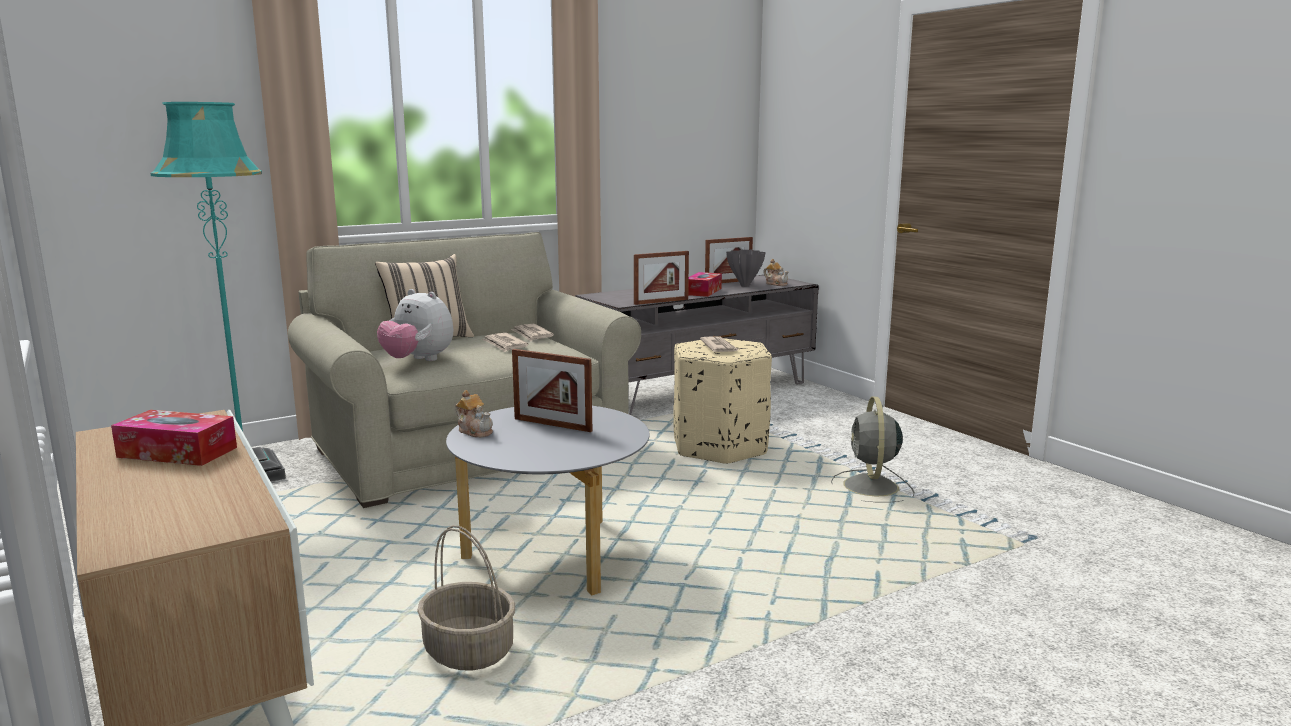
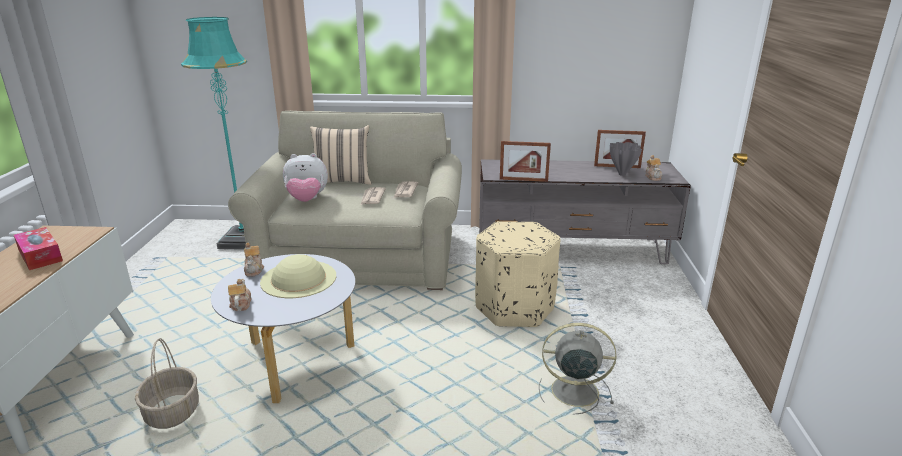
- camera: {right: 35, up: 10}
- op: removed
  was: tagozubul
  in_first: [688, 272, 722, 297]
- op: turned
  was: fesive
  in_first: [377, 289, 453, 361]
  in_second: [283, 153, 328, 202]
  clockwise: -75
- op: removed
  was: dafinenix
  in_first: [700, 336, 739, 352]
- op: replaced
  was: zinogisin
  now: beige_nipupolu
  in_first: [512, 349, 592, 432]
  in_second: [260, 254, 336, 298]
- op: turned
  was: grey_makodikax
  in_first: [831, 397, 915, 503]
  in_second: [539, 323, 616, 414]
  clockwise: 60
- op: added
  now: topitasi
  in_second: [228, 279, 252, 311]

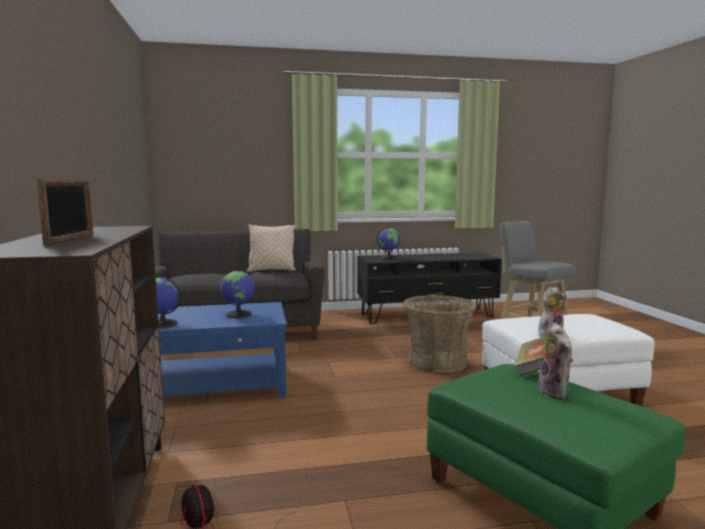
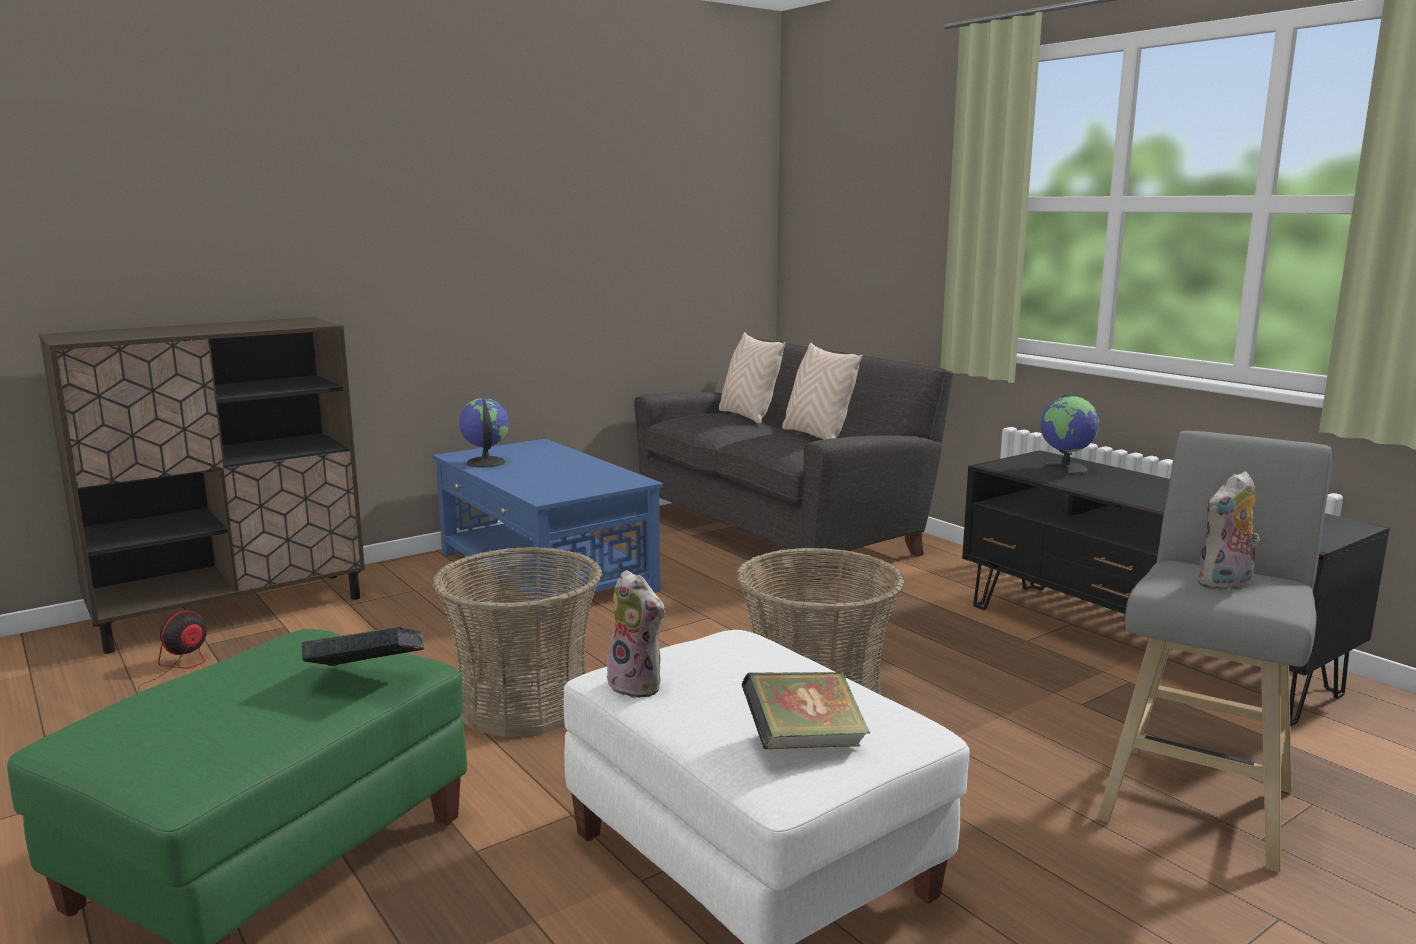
- camera: {right: 65, up: 5}
- op: removed
  was: zinogisin
  in_first: [37, 179, 94, 246]
- op: removed
  was: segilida
  in_first: [221, 270, 254, 318]
- op: moved
  was: fesive
  in_first: [538, 323, 573, 399]
  in_second: [1196, 471, 1260, 591]
- op: added
  now: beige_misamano
  in_second: [719, 332, 786, 424]
- op: added
  now: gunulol
  in_second: [432, 547, 603, 737]
- op: added
  now: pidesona
  in_second: [742, 672, 870, 749]

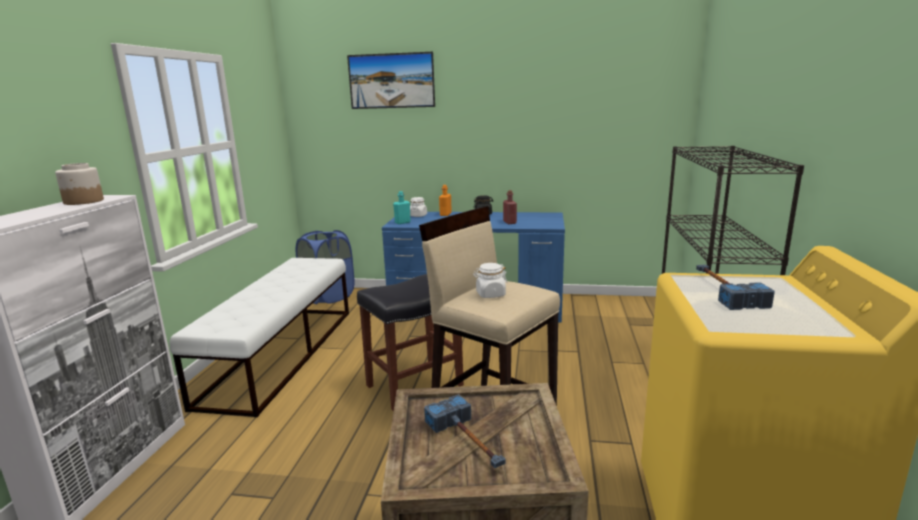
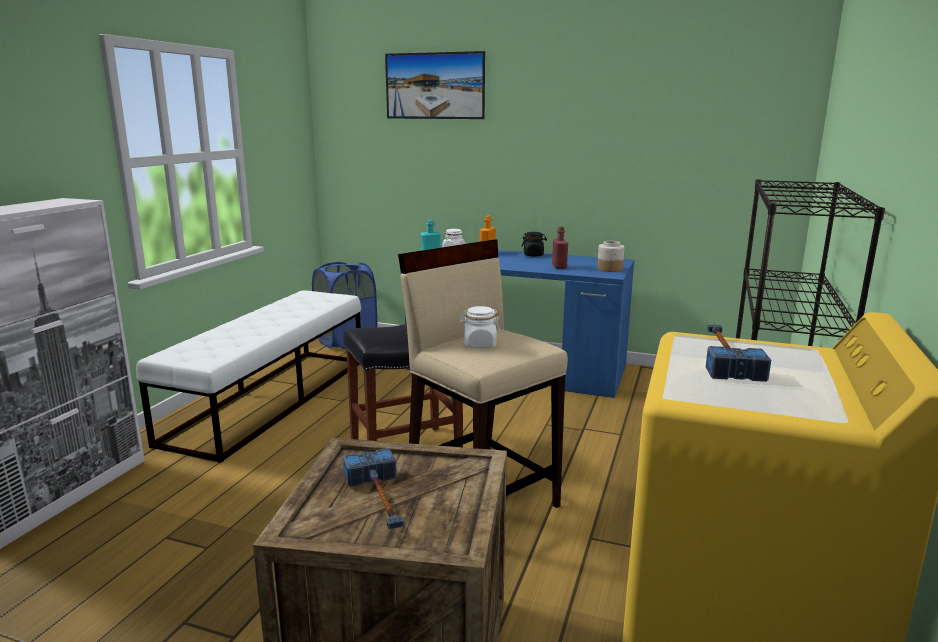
- camera: {right: 10, up: 0}
- op: moved
  was: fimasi
  in_first: [55, 163, 104, 205]
  in_second: [597, 241, 624, 272]

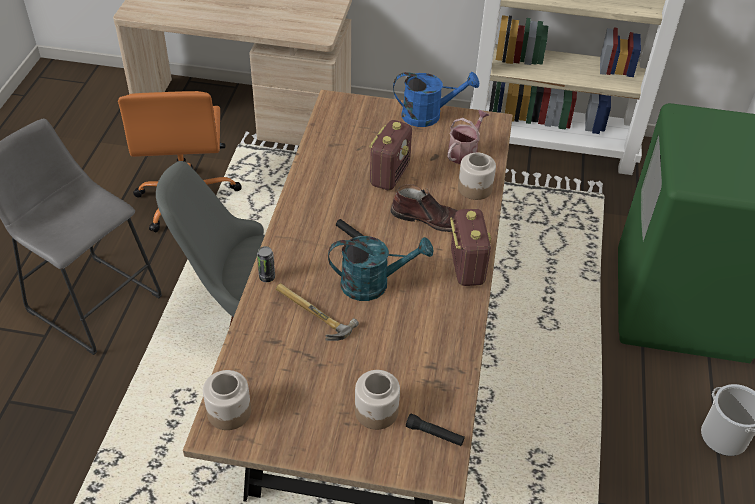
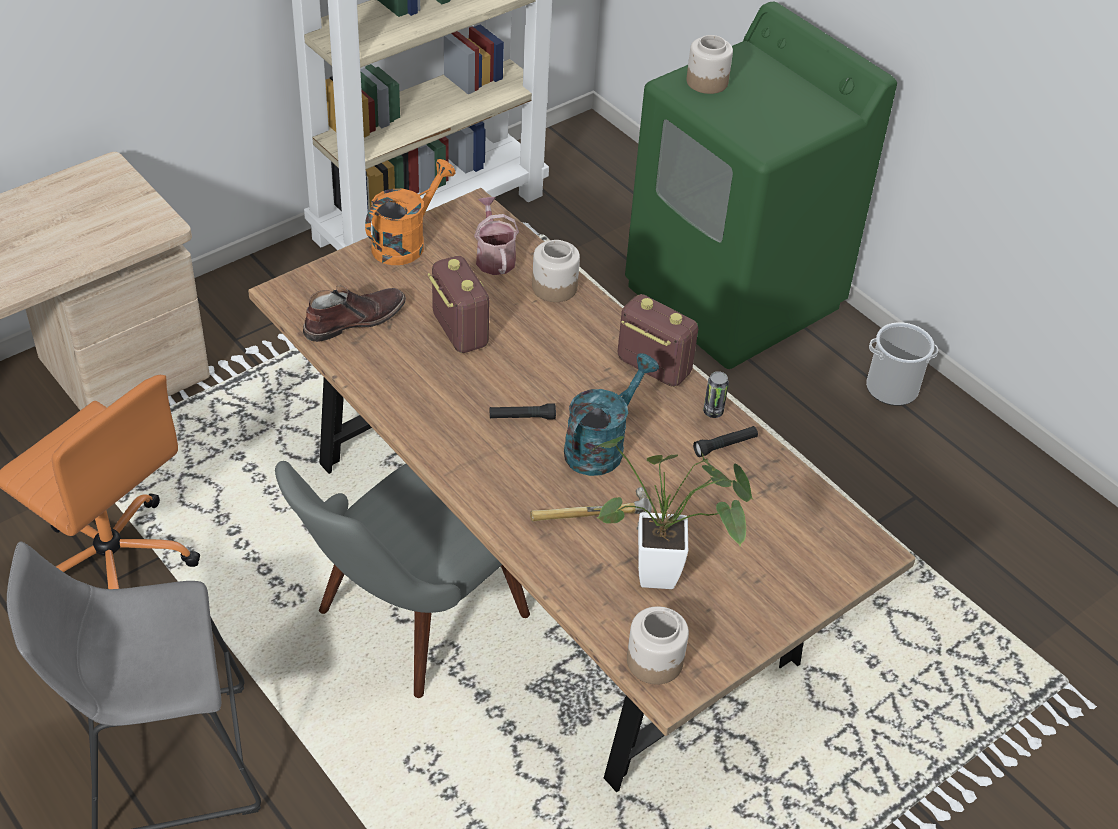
- camera: {right: -50, up: 0}
- op: recoloured
  was: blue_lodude
  now: orange_lodude
  in_first: [393, 72, 479, 127]
  in_second: [365, 159, 456, 265]
- op: moved
  was: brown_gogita
  in_first: [391, 184, 458, 232]
  in_second: [303, 285, 406, 342]
- op: moved
  was: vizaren
  in_first: [257, 246, 275, 282]
  in_second: [703, 371, 729, 418]
- op: moved
  was: fimasi
  in_first: [355, 370, 400, 430]
  in_second: [686, 35, 733, 94]
- op: moved
  was: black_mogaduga
  in_first: [406, 414, 465, 446]
  in_second: [693, 426, 758, 457]
- op: added
  now: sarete
  in_second: [592, 436, 753, 589]

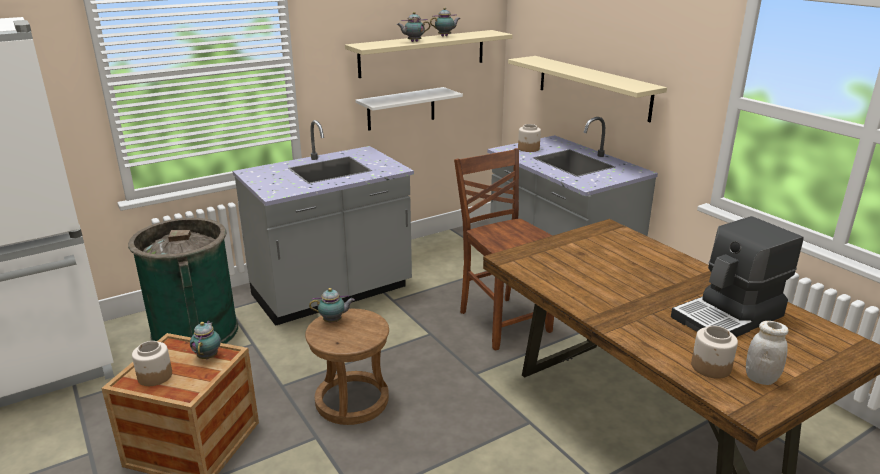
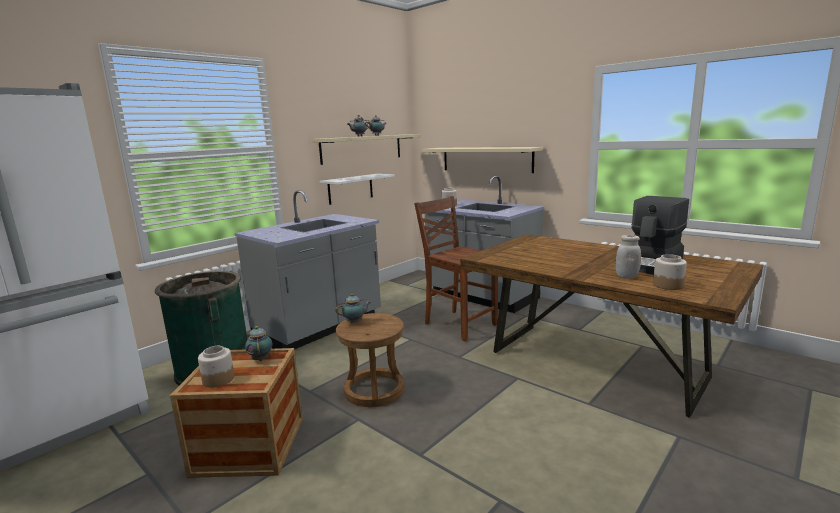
- camera: {right: -15, up: -10}
- op: moved
  was: white_fimasi
  in_first: [746, 321, 789, 385]
  in_second: [616, 235, 641, 279]

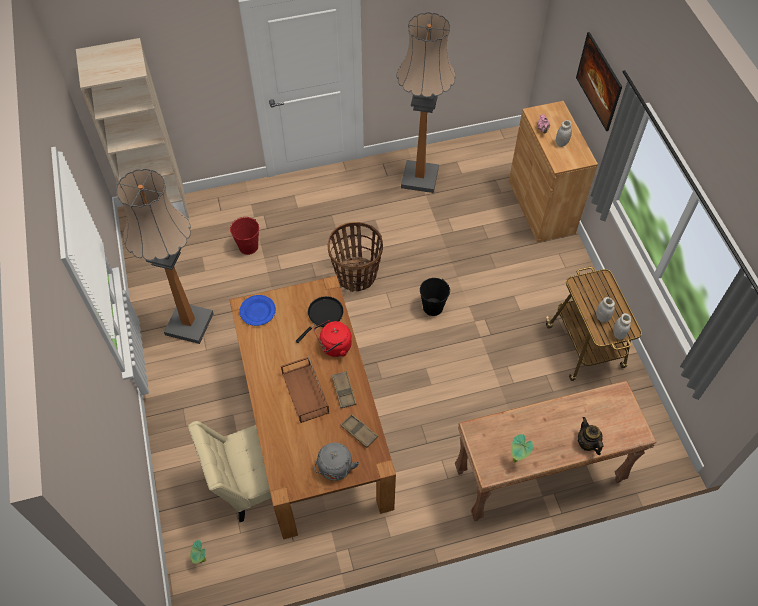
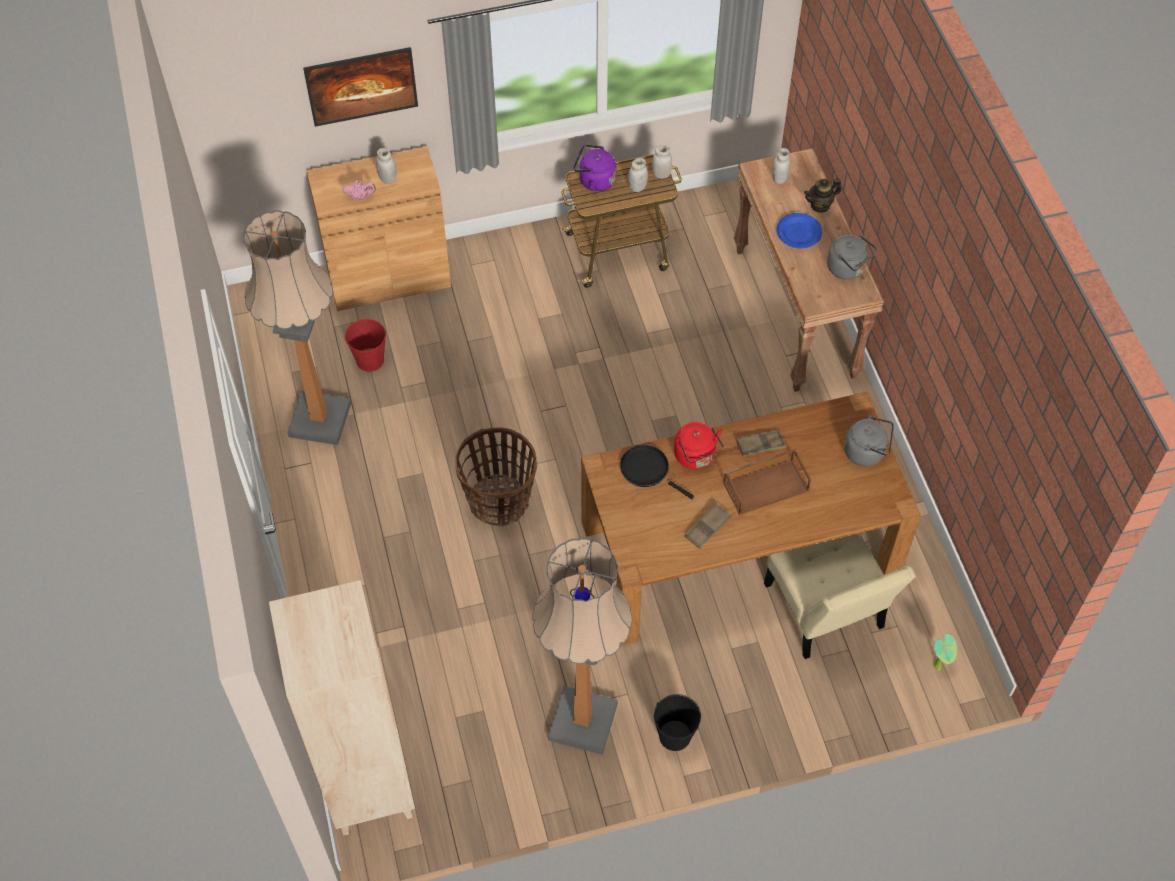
- camera: {right: -90, up: 0}
- op: moved
  was: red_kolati
  in_first: [230, 217, 259, 255]
  in_second: [345, 319, 386, 372]
- op: moved
  was: black_kolati
  in_first: [420, 278, 450, 316]
  in_second: [654, 694, 701, 751]
- op: moved
  was: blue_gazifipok
  in_first: [239, 295, 276, 326]
  in_second: [777, 213, 822, 249]
- op: moved
  was: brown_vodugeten
  in_first: [341, 414, 378, 448]
  in_second: [684, 503, 732, 549]
- op: replaced
  was: sarete
  now: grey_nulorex
  in_first: [511, 434, 533, 463]
  in_second: [827, 235, 877, 280]
- op: added
  now: purple_nulorex
  in_second: [574, 144, 616, 192]
- op: added
  now: white_fimasi
  in_second: [772, 148, 790, 184]

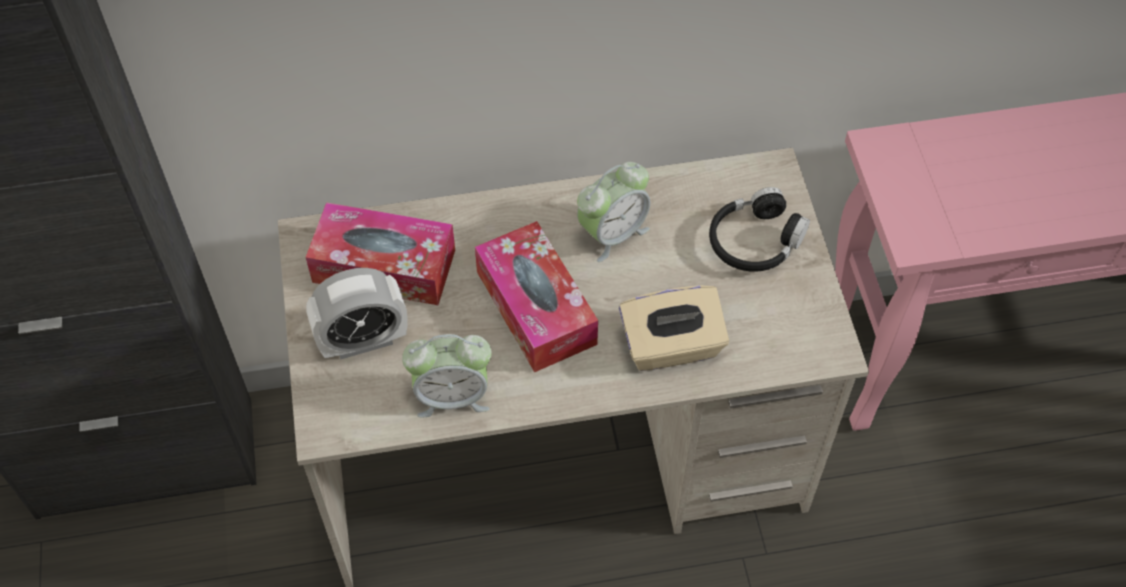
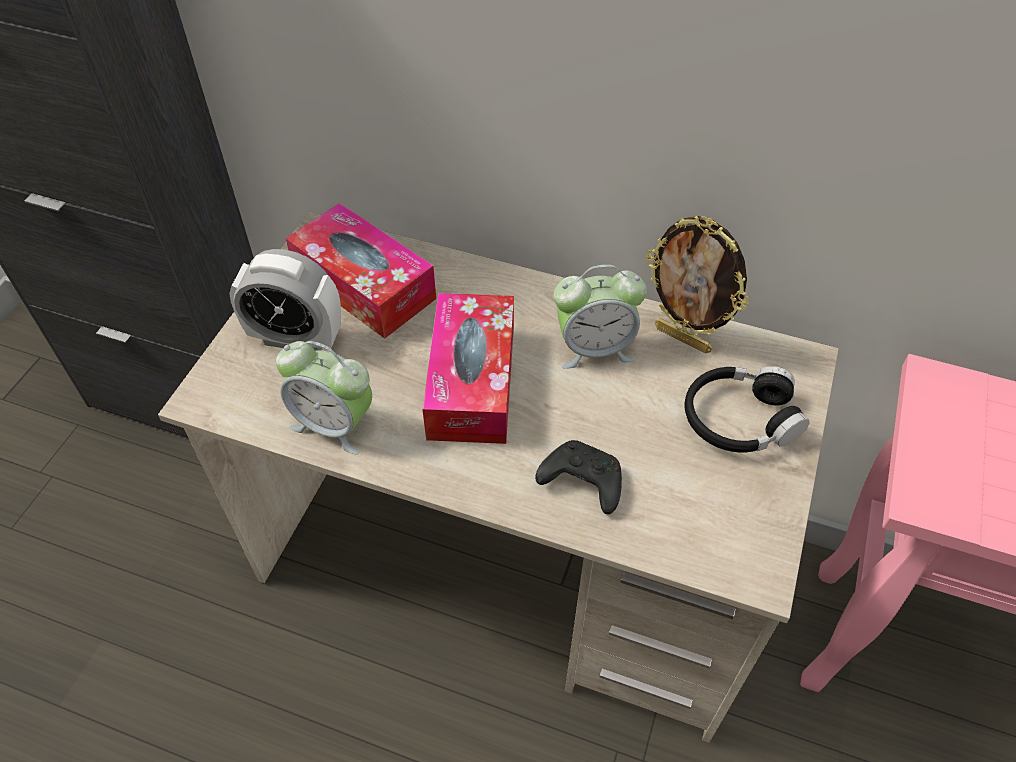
- camera: {right: 30, up: -5}
- op: replaced
  was: beige_tagozubul
  now: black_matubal
  in_first: [619, 285, 729, 371]
  in_second: [535, 440, 622, 514]
- op: added
  now: zinogisin
  in_second: [646, 216, 749, 354]

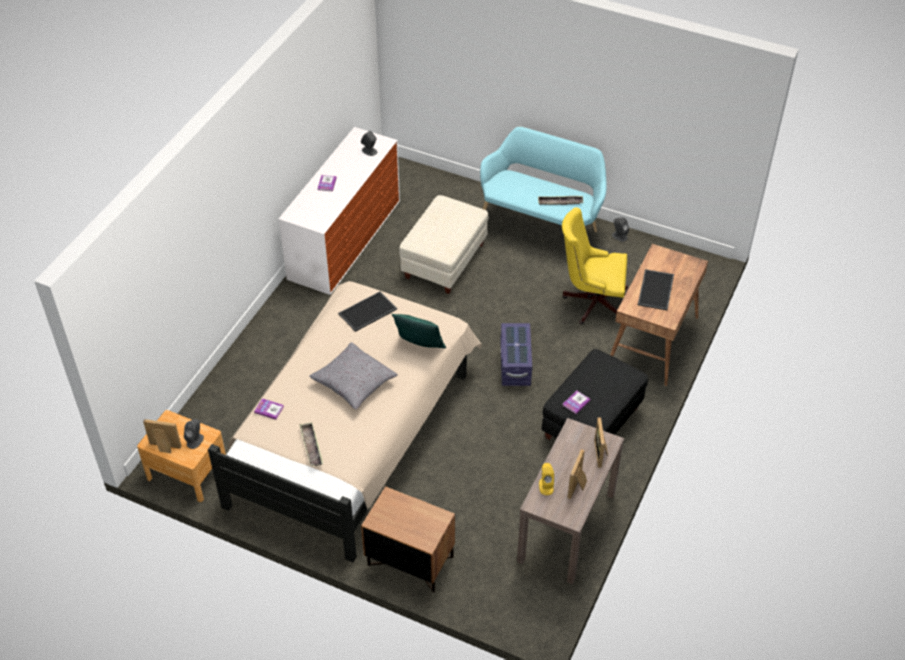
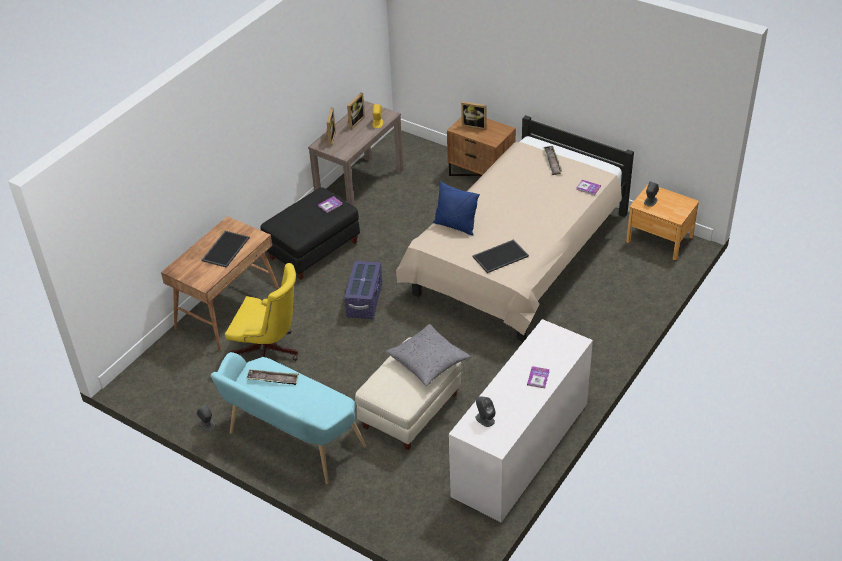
- camera: {right: -170, up: -5}
- op: recoloured
  was: green_misamano
  now: blue_misamano
  in_first: [392, 314, 446, 348]
  in_second: [433, 181, 480, 235]
- op: moved
  was: grey_misamano
  in_first: [309, 342, 398, 410]
  in_second: [386, 324, 470, 386]
- op: moved
  was: zinogisin
  in_first: [143, 419, 181, 453]
  in_second: [461, 101, 486, 130]

